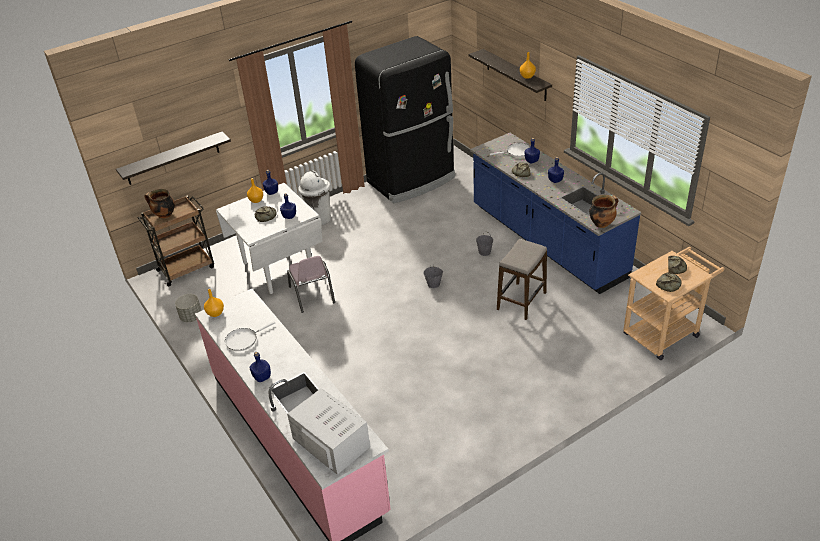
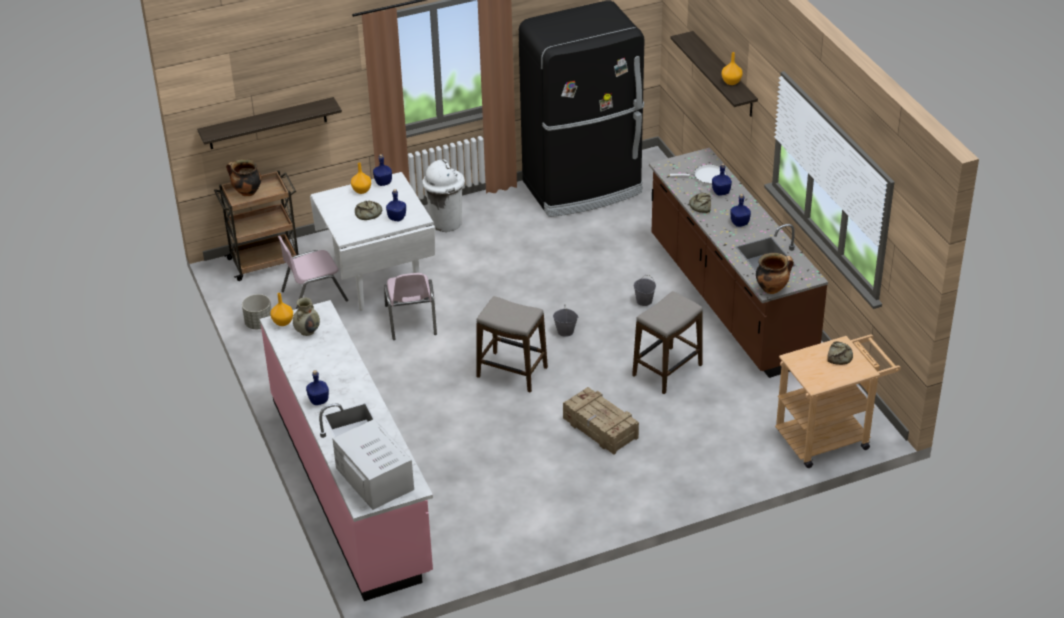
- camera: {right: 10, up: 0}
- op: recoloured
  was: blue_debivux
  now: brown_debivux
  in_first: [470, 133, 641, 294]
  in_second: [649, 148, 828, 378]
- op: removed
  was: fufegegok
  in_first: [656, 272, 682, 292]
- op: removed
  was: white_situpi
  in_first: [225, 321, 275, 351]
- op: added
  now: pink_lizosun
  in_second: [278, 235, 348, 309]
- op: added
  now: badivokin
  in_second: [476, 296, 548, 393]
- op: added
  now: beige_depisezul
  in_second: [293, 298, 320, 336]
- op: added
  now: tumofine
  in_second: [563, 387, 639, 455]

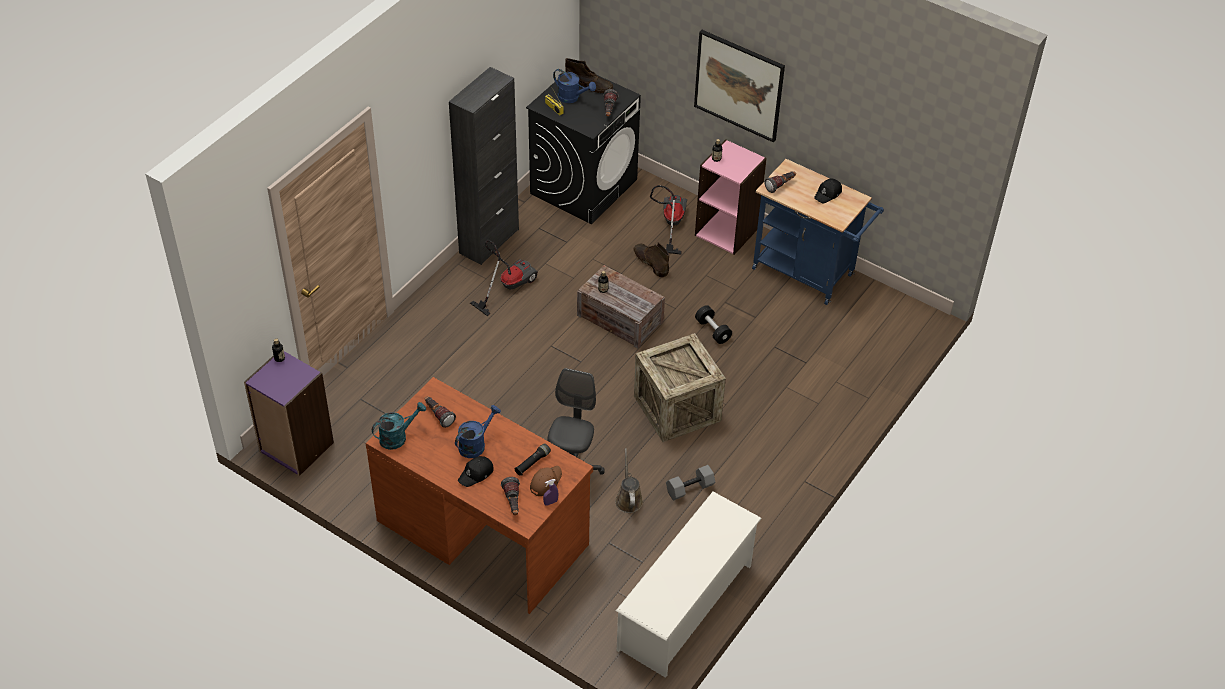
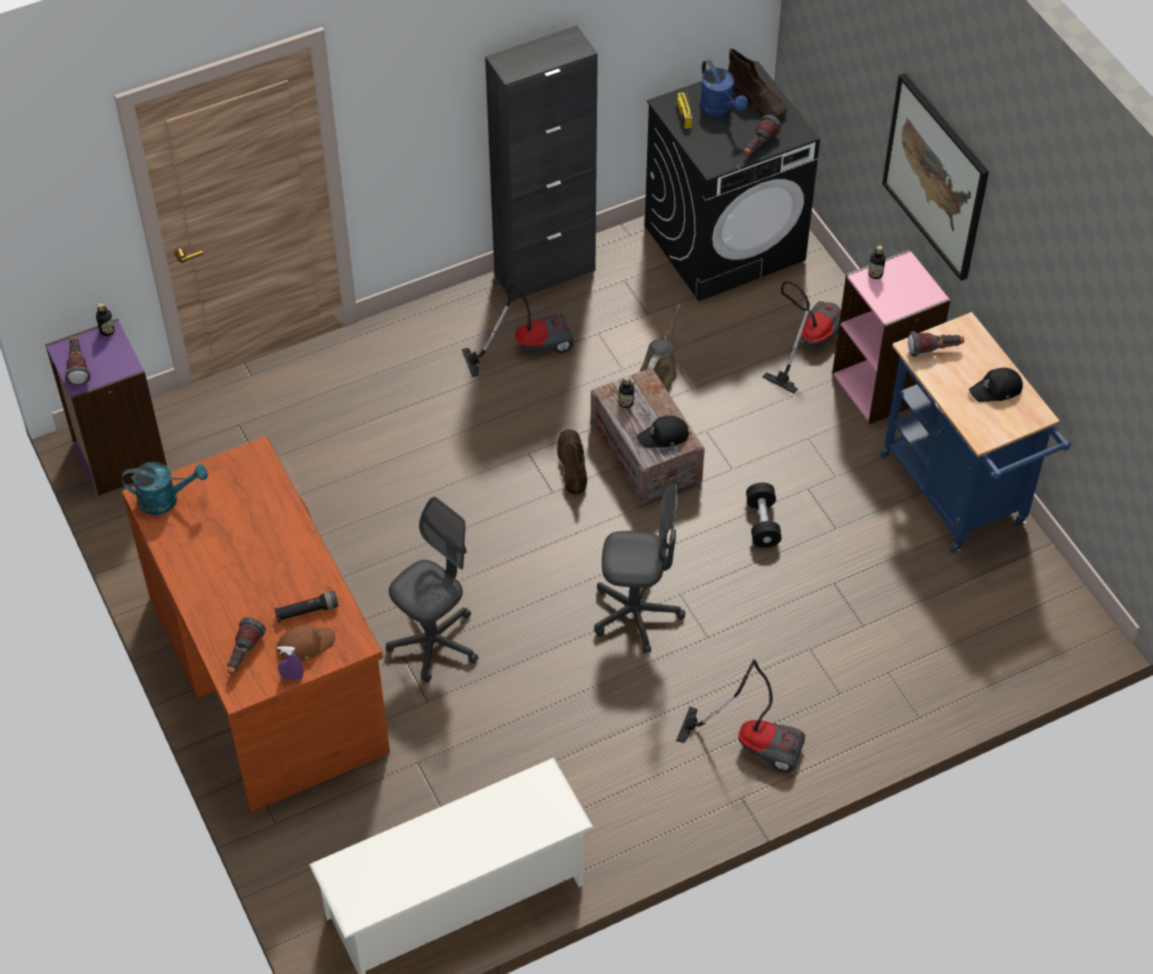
- camera: {right: 30, up: 5}
- op: moved
  was: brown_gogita
  in_first: [633, 243, 669, 277]
  in_second: [557, 429, 587, 495]
- op: replaced
  was: tumofine
  now: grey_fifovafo
  in_first: [634, 333, 726, 442]
  in_second: [594, 484, 685, 654]
- op: moved
  was: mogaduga
  in_first: [425, 396, 456, 428]
  in_second: [65, 336, 91, 386]
- op: removed
  was: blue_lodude
  in_first: [455, 405, 501, 458]
- op: moved
  was: brown_lodude
  in_first: [615, 448, 643, 513]
  in_second: [640, 304, 681, 387]
- op: moved
  was: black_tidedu
  in_first: [458, 456, 493, 487]
  in_second: [637, 416, 689, 448]
- op: removed
  was: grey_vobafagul
  in_first: [666, 465, 715, 500]
- op: added
  now: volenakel
  in_second: [676, 659, 805, 772]

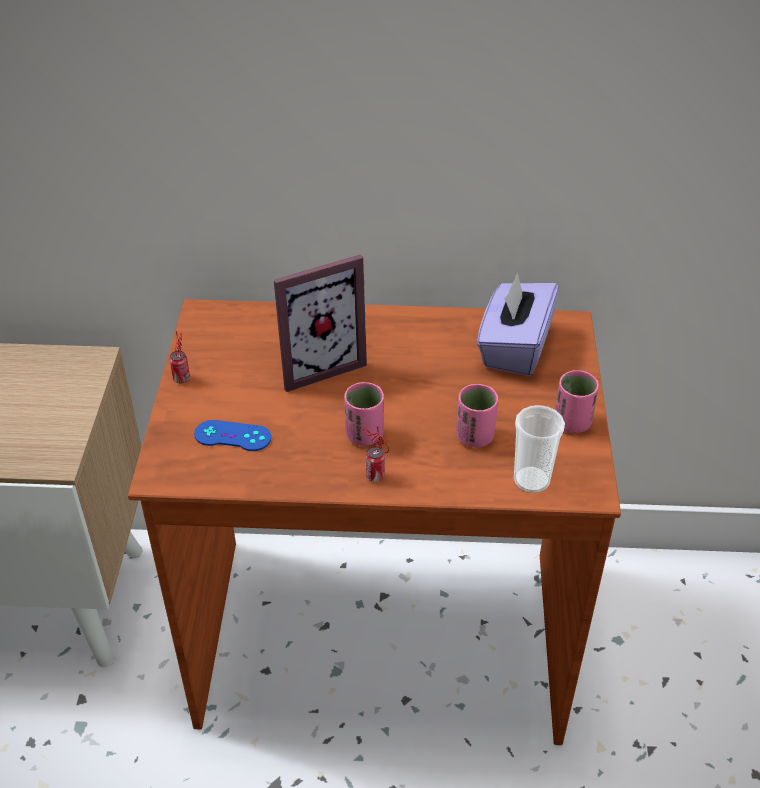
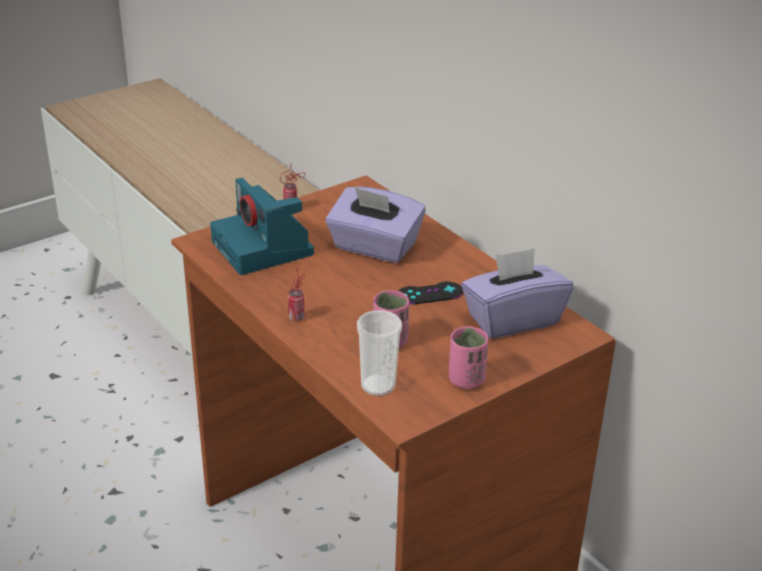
- camera: {right: 50, up: -10}
- op: replaced
  was: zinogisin
  now: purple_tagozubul
  in_first: [274, 255, 367, 392]
  in_second: [326, 186, 426, 263]
- op: removed
  was: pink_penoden
  in_first: [344, 382, 384, 446]
- op: replaced
  was: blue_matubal
  now: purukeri
  in_first: [194, 420, 271, 451]
  in_second: [210, 178, 314, 275]
- op: added
  now: black_matubal
  in_second: [399, 282, 463, 305]

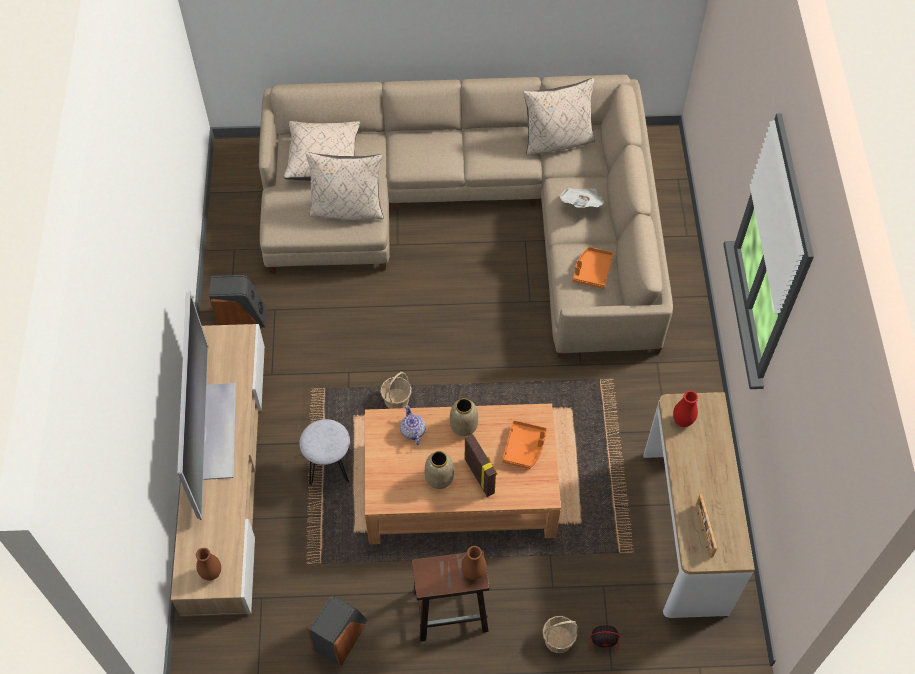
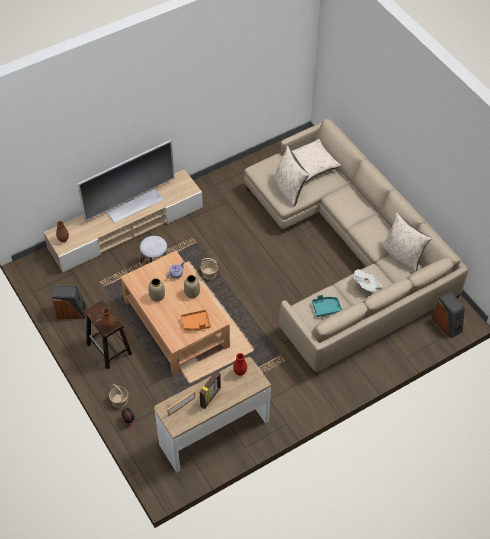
- camera: {right: 60, up: -5}
- op: recoloured
  was: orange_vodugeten
  now: turquoise_vodugeten
  in_first: [572, 247, 614, 289]
  in_second: [312, 295, 342, 317]
- op: moved
  was: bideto
  in_first: [209, 275, 267, 328]
  in_second: [432, 292, 465, 338]
- op: moved
  was: zinogisin
  in_first: [465, 434, 497, 497]
  in_second: [200, 371, 221, 409]

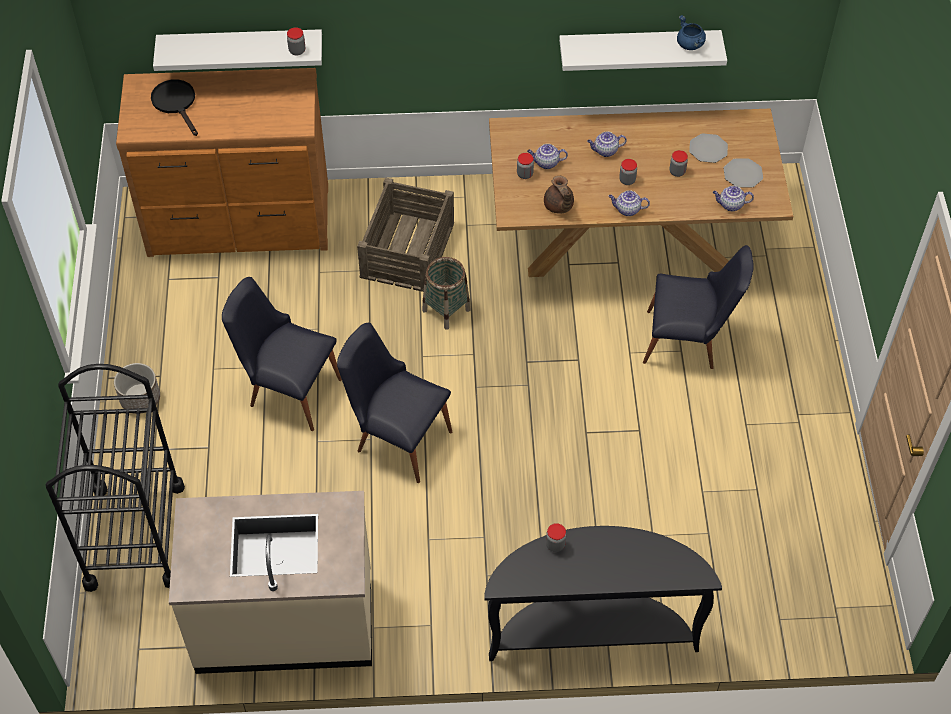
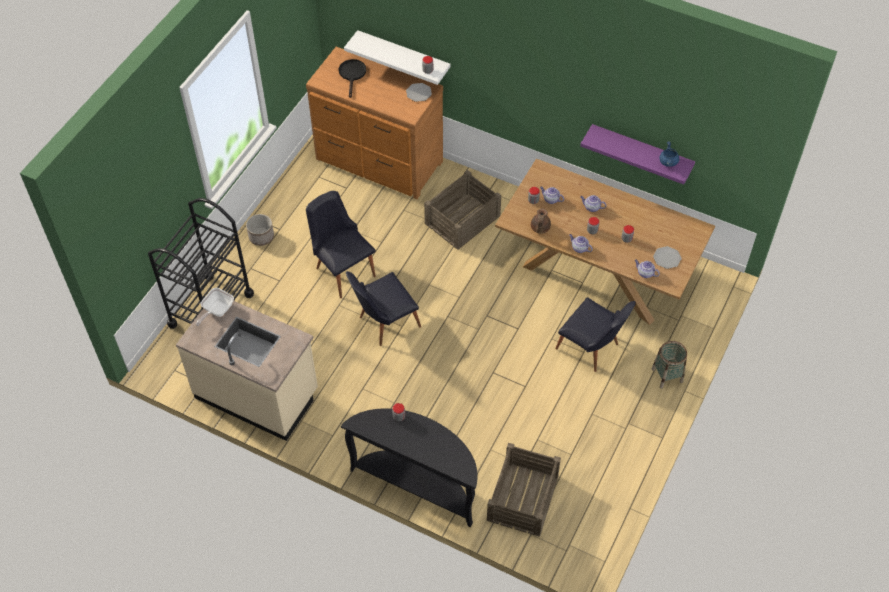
- camera: {right: 30, up: 0}
- op: recoloured
  was: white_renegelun
  now: purple_renegelun
  in_first: [559, 30, 727, 71]
  in_second: [580, 124, 695, 185]
- op: moved
  was: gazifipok
  in_first: [689, 133, 728, 163]
  in_second: [406, 83, 432, 102]
- op: moved
  was: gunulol
  in_first: [422, 257, 471, 330]
  in_second: [652, 341, 687, 388]
- op: turned
  was: black_lizosun
  in_first: [337, 323, 452, 483]
  in_second: [346, 271, 421, 346]
  clockwise: -90
- op: added
  now: situpi
  in_second: [196, 288, 234, 326]
- op: added
  now: tumofine
  in_second: [487, 443, 561, 537]

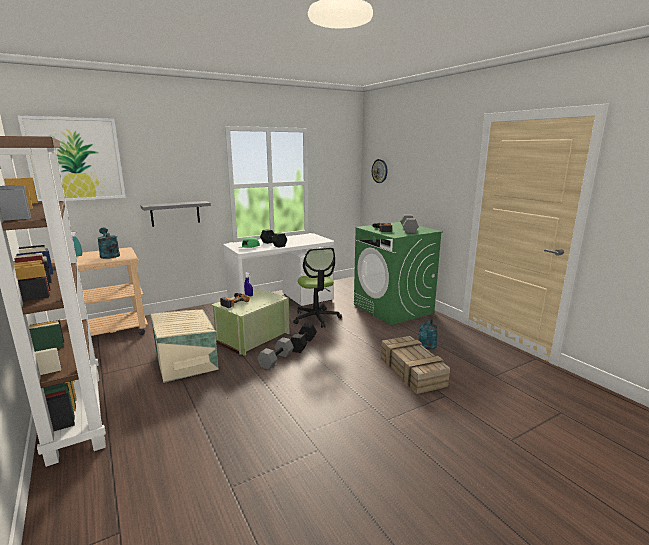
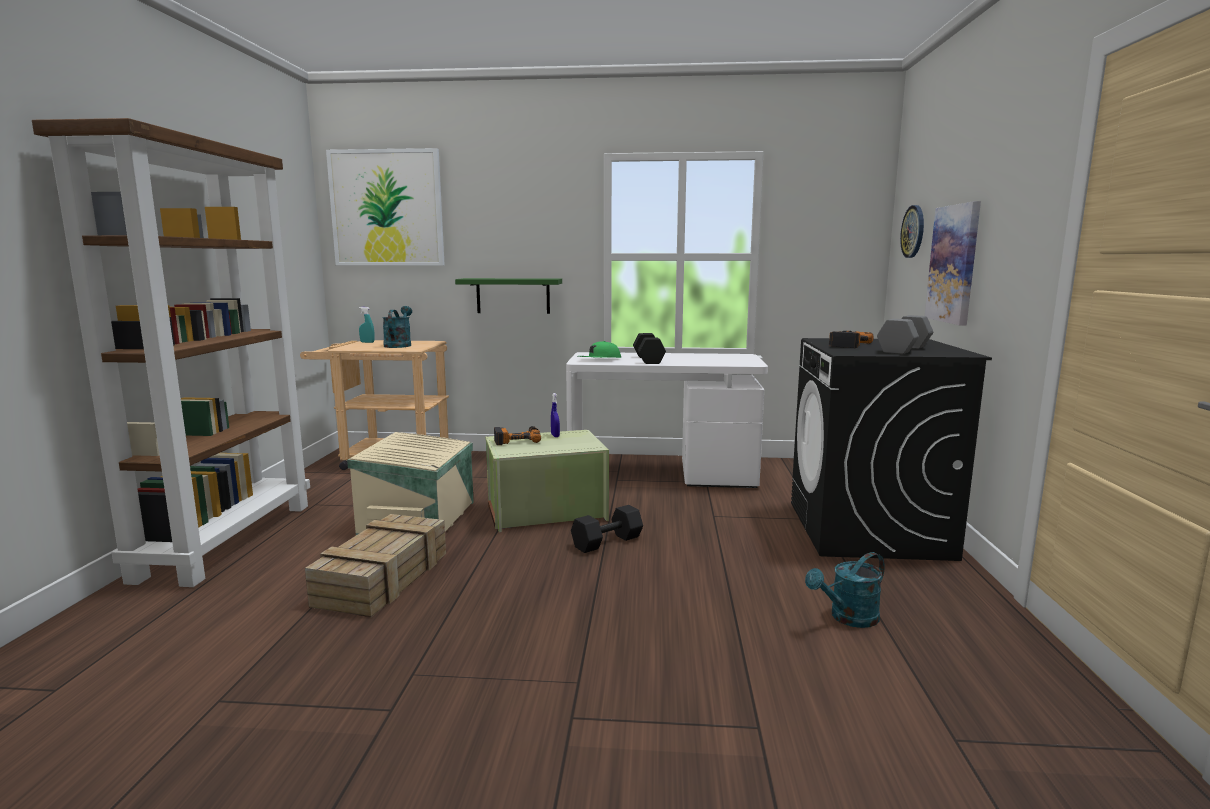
- camera: {right: 35, up: -5}
- op: recoloured
  was: grey_renegelun
  now: green_renegelun
  in_first: [140, 201, 211, 227]
  in_second: [455, 278, 562, 314]
- op: recoloured
  was: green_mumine
  now: black_mumine
  in_first: [354, 222, 443, 325]
  in_second: [791, 338, 992, 561]
- op: removed
  was: fifovafo
  in_first: [293, 248, 342, 328]
- op: moved
  was: tumofine
  in_first: [381, 336, 450, 394]
  in_second: [305, 514, 446, 617]
- op: removed
  was: grey_vobafagul
  in_first: [257, 337, 294, 370]
- op: added
  now: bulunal
  in_second: [925, 201, 981, 326]

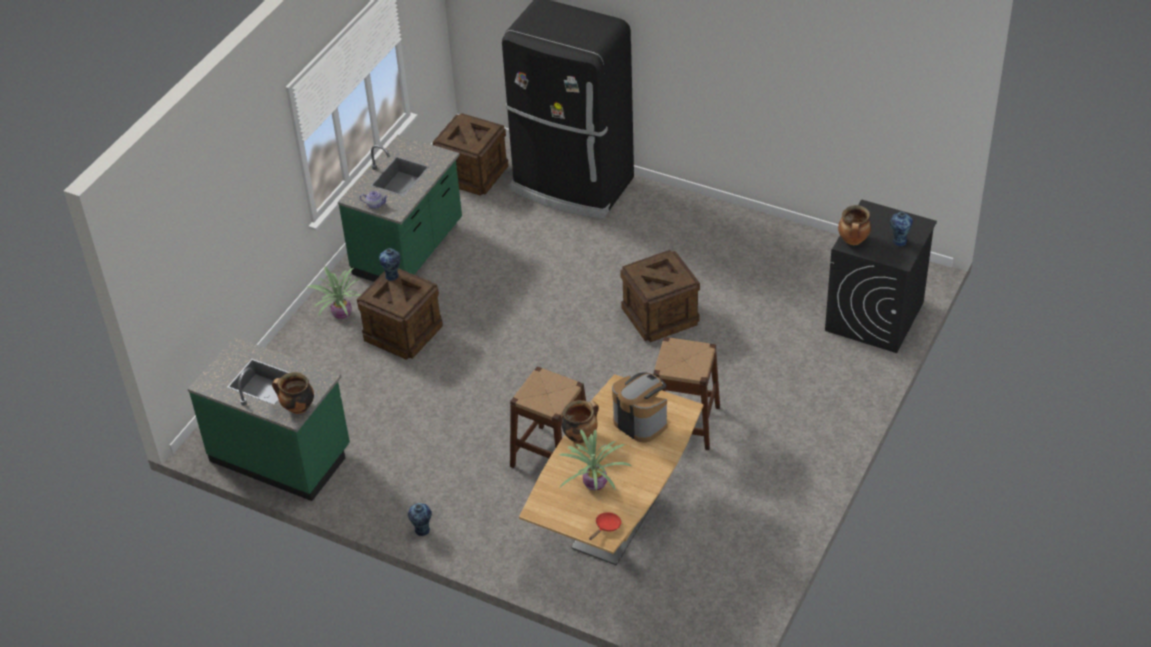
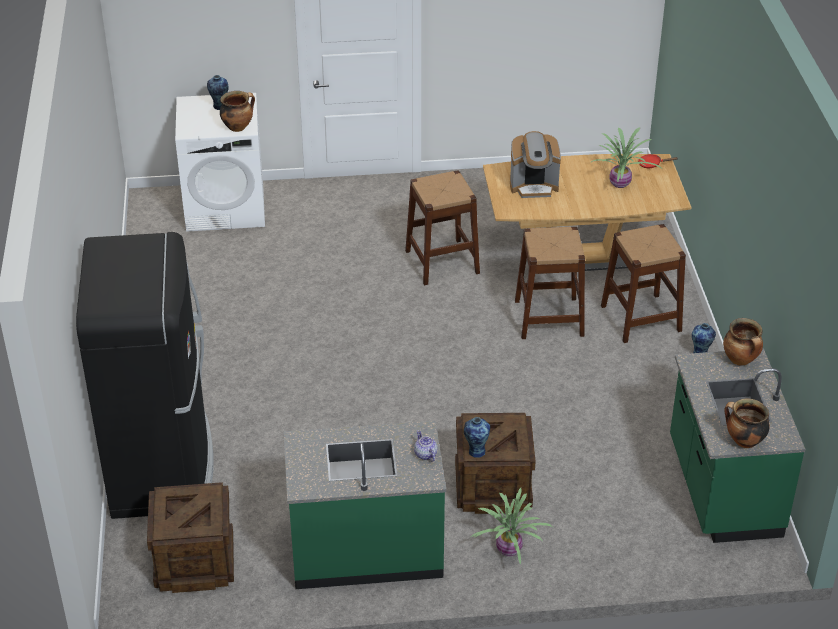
- camera: {right: -125, up: -5}
- op: recoloured
  was: black_mumine
  now: white_mumine
  in_first: [825, 200, 937, 353]
  in_second: [175, 93, 265, 232]
- op: removed
  was: tumofine
  in_first: [620, 250, 700, 342]
- op: turned
  was: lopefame
  in_first: [612, 373, 667, 443]
  in_second: [510, 131, 561, 198]
  clockwise: -105
- op: moved
  was: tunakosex
  in_first: [562, 400, 599, 443]
  in_second: [724, 398, 770, 448]
- op: added
  now: brown_badivokin
  in_second: [601, 224, 686, 343]

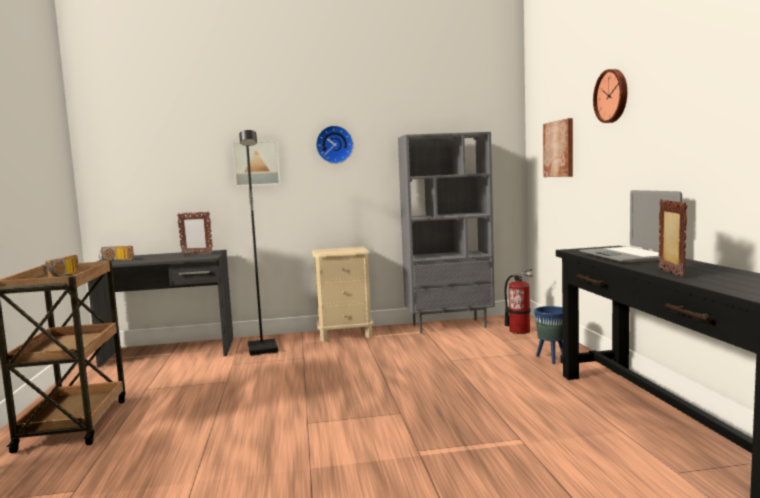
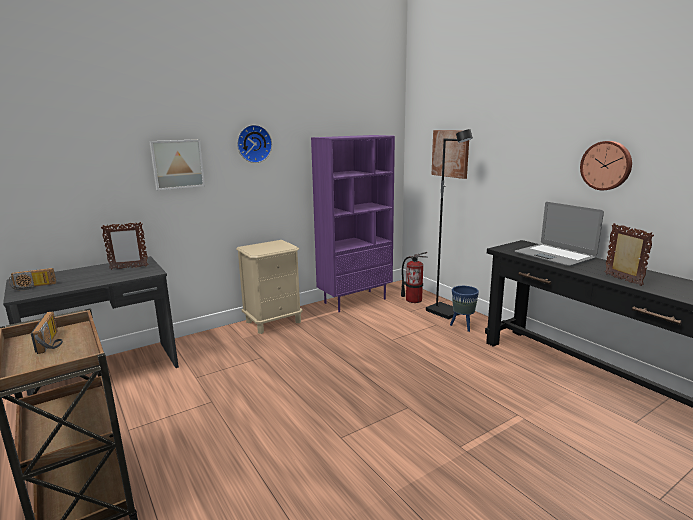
- camera: {right: -25, up: 10}
- op: moved
  was: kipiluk
  in_first: [593, 69, 627, 123]
  in_second: [580, 141, 632, 190]
- op: moved
  was: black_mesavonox
  in_first: [239, 130, 278, 356]
  in_second: [426, 129, 473, 320]
- op: recoloured
  was: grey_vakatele
  now: purple_vakatele
  in_first: [398, 132, 495, 333]
  in_second: [311, 135, 395, 312]

